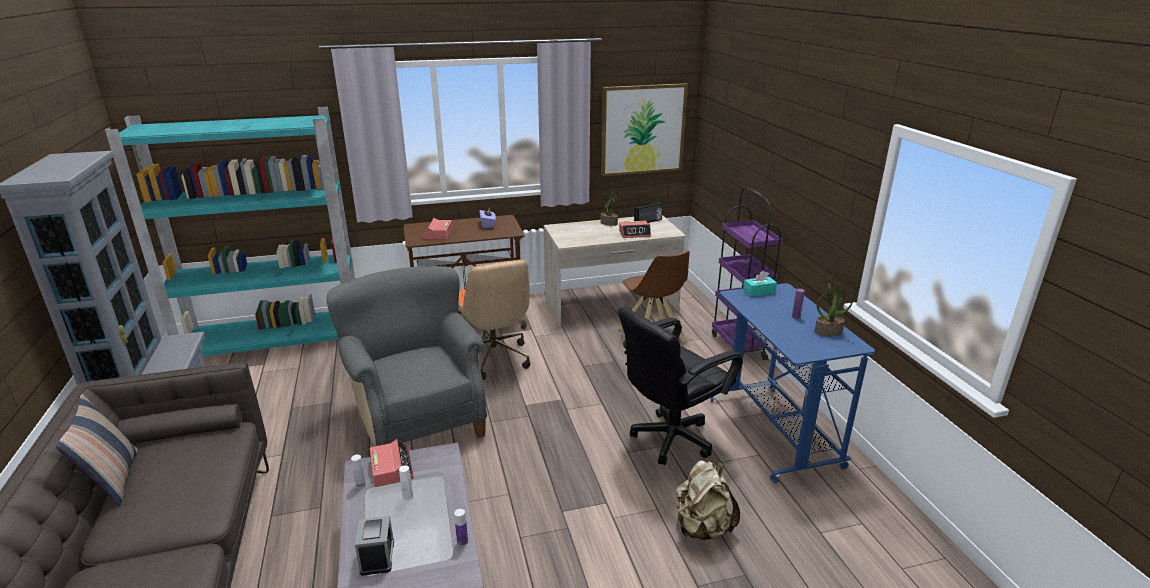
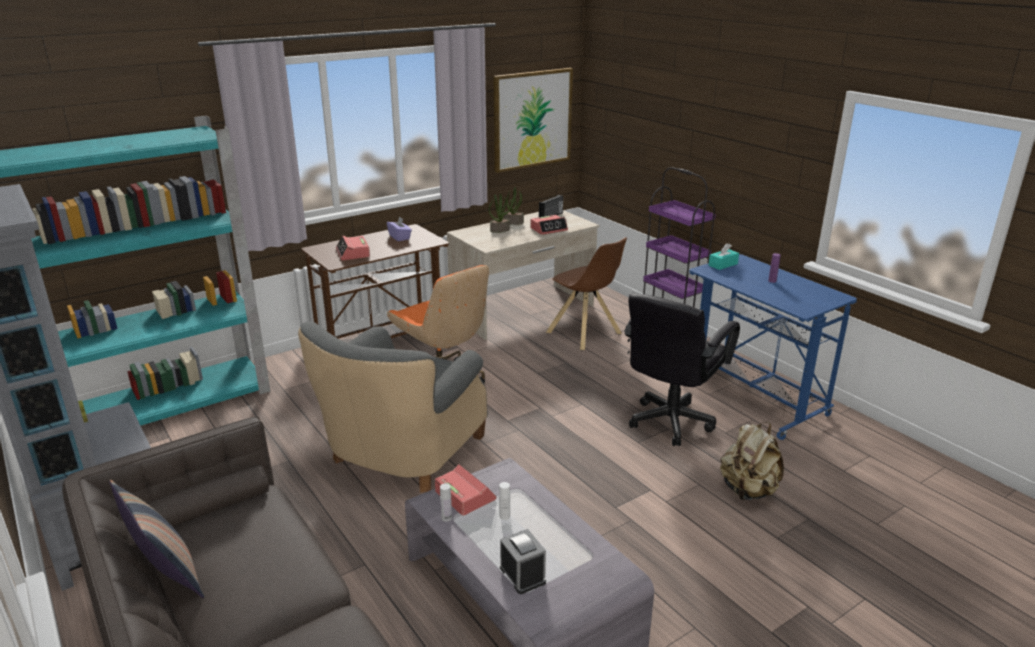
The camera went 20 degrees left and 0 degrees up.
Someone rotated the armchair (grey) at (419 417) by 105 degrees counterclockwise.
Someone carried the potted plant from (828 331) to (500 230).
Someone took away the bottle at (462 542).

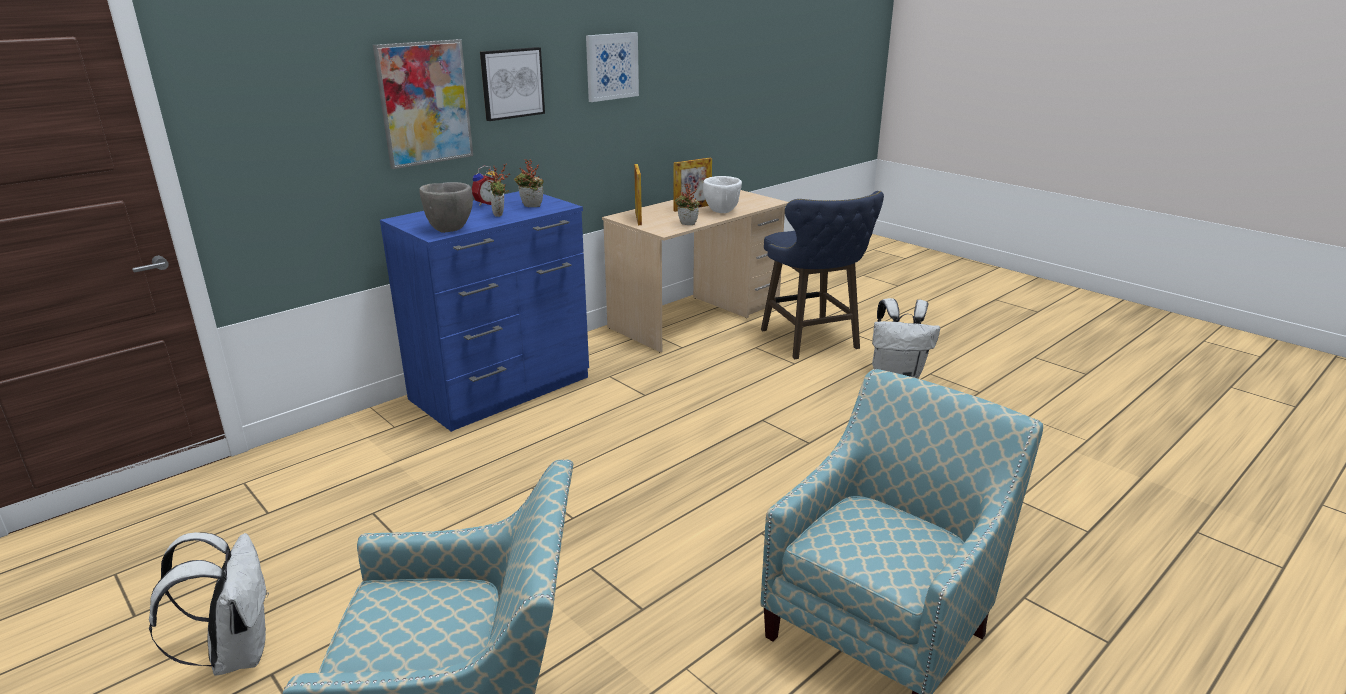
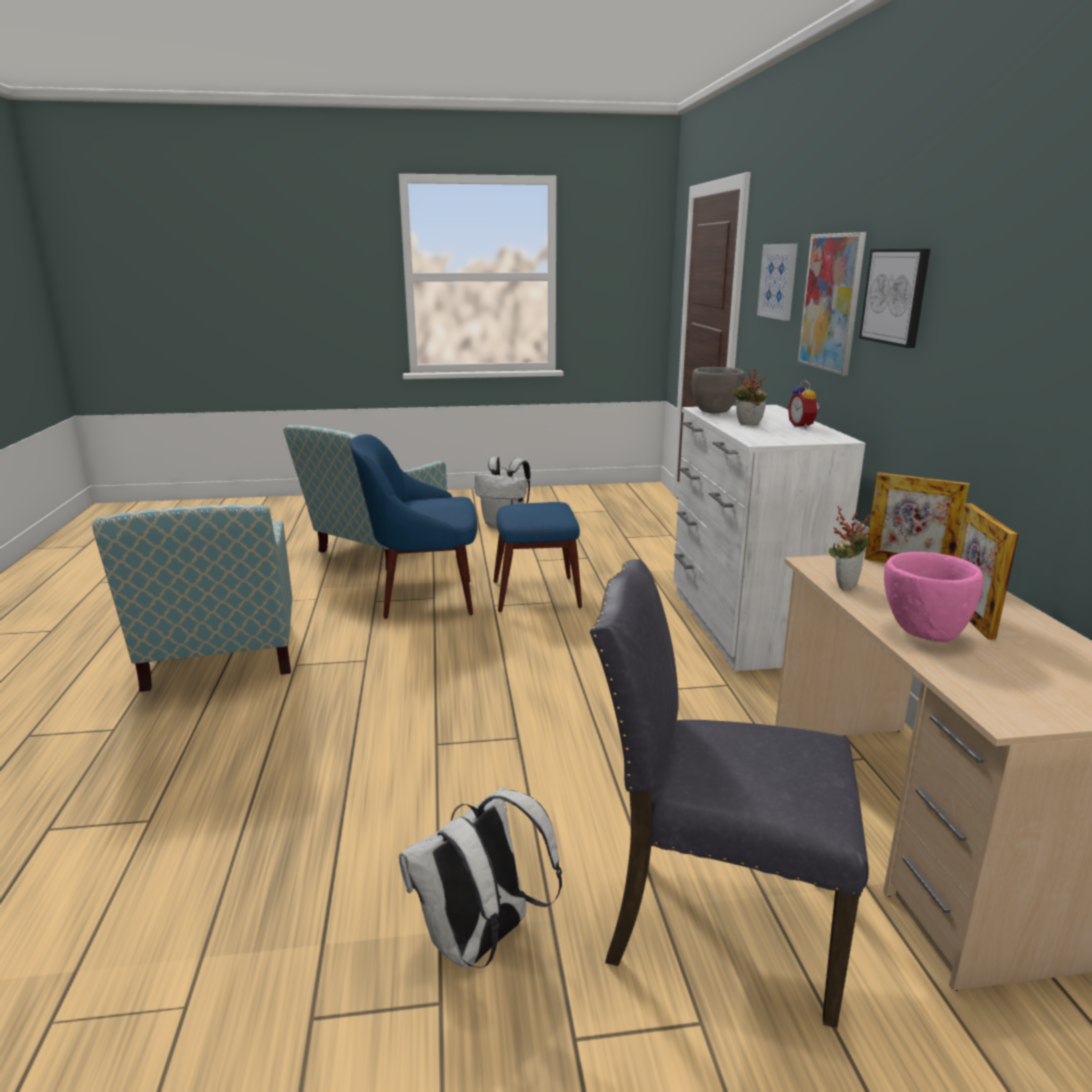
The camera went 125 degrees right and 5 degrees down.
Someone put down the armchair (blue) at (466 598).
Someone swapped the stool (blue) at (811 341) for the chair (grey) at (714 923).
Someone repainted the dresser (blue) at (503 389), which became the dresser (white) at (744 626).
Someone carried the picture from (611 66) to (778 281).
Someone repainted the bowl (white) at (721 212), which became the bowl (pink) at (922 632).
Someone took away the potted plant at (530 207).

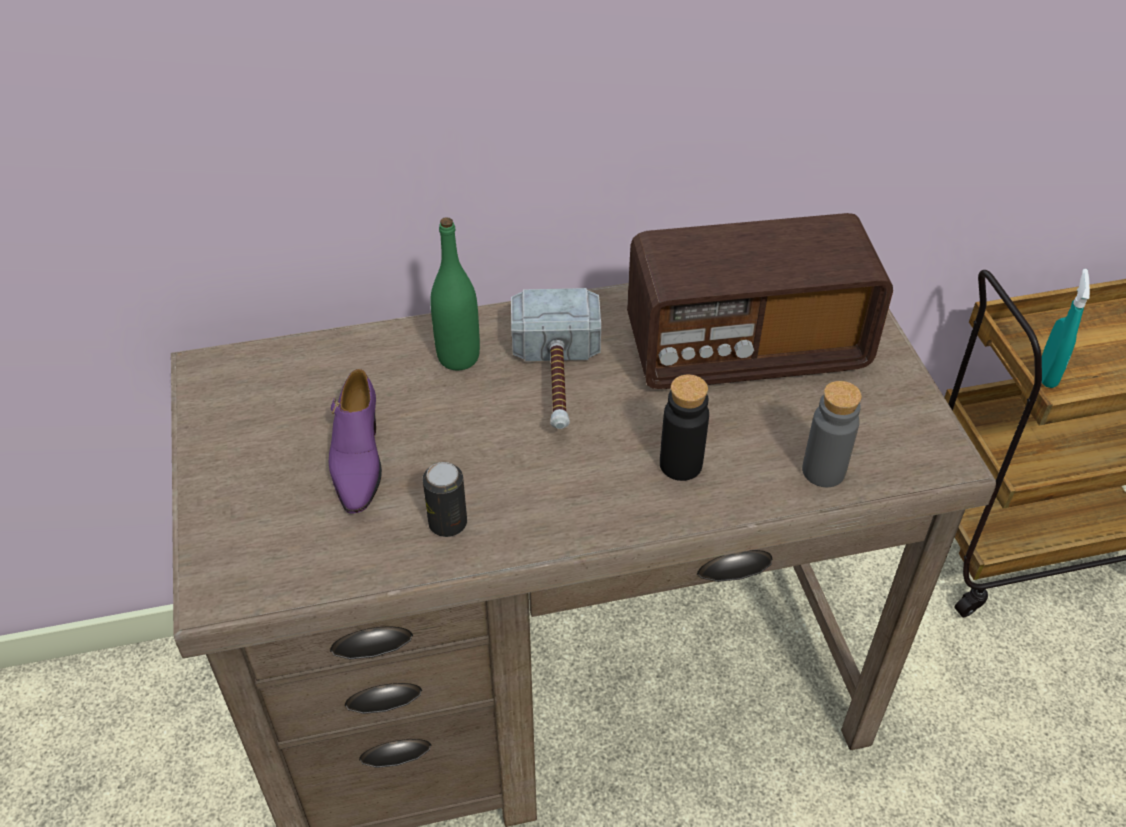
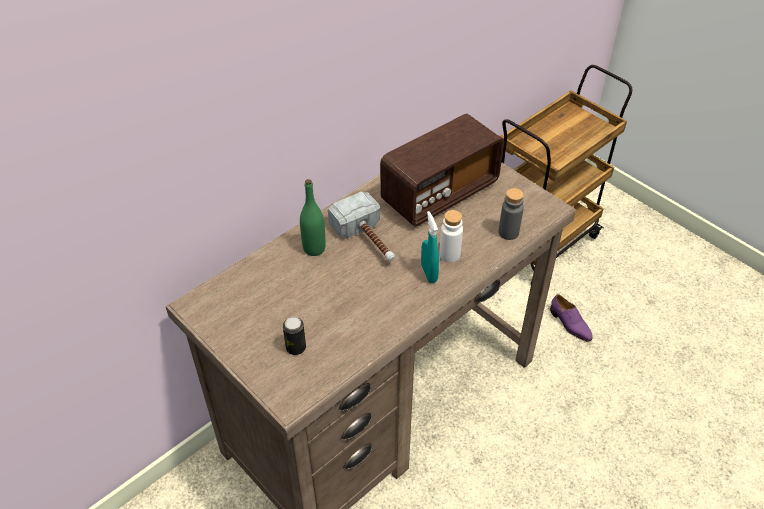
The camera went 30 degrees left and 0 degrees up.
Someone carried the can from (447 523) to (296 347).
Someone carried the spray bottle (turquoise) from (1048 373) to (429 273).
Someone repainted the bottle (black) at (680 464), which became the bottle (white) at (449 255).
Someone carried the shoe (purple) from (357 459) to (570 324).

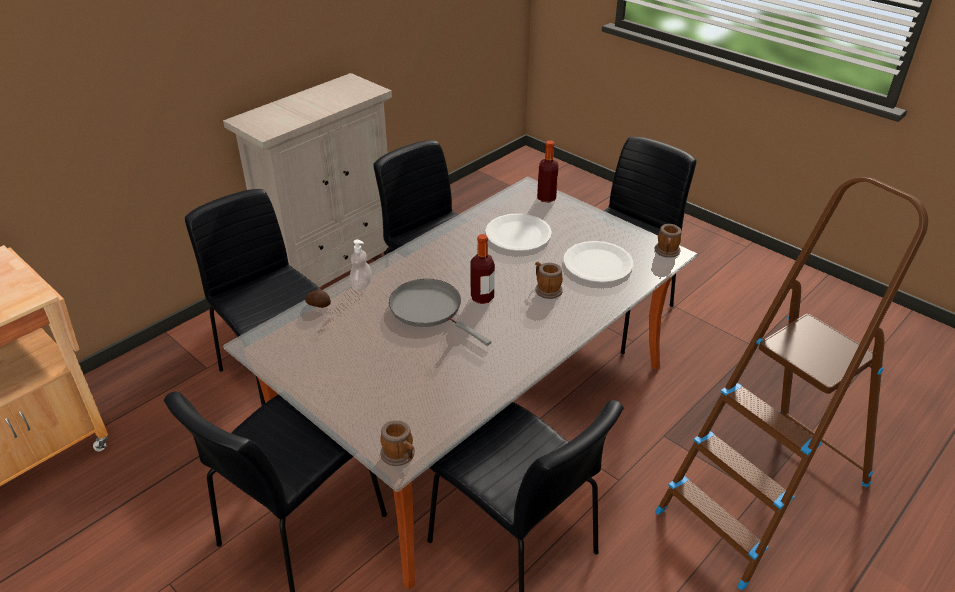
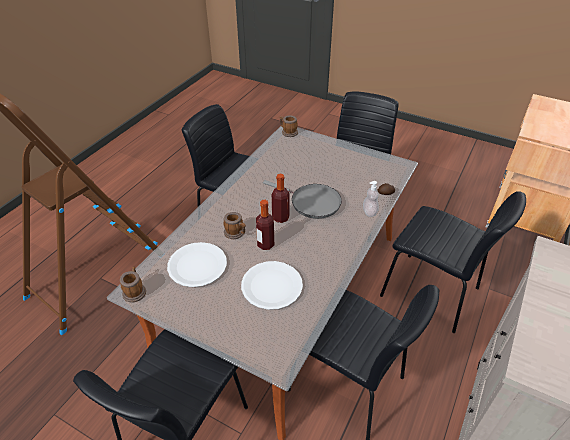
The camera went 165 degrees right and 5 degrees up.
Someone carried the bottle from (546 198) to (265 244).

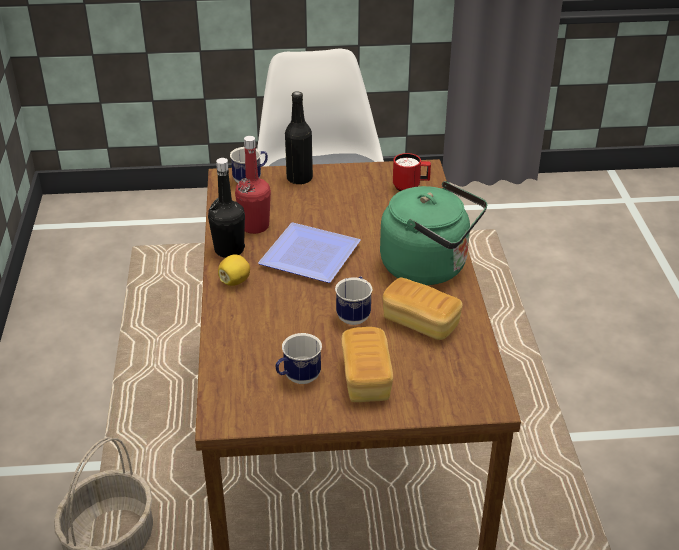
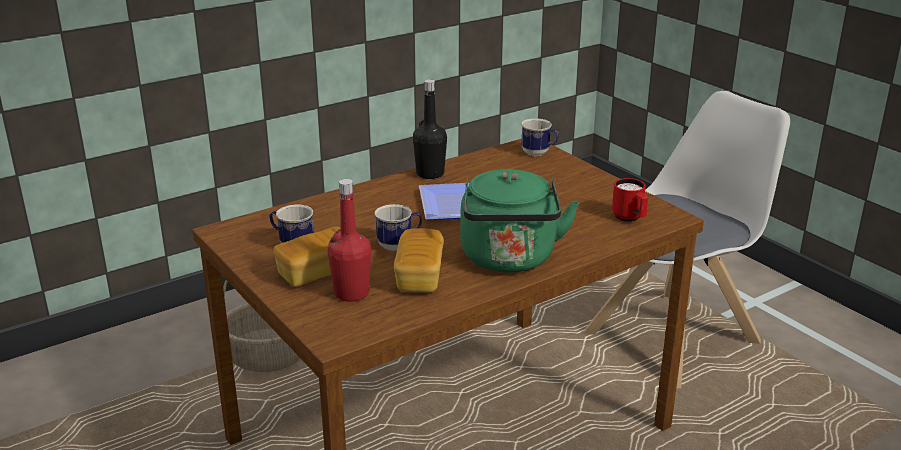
The camera went 60 degrees right and 10 degrees down.
Someone carried the bottle (red) from (255 226) to (351 293).
Someone took away the lemon at (235 281).
Someone took away the bottle (black) at (299 178).

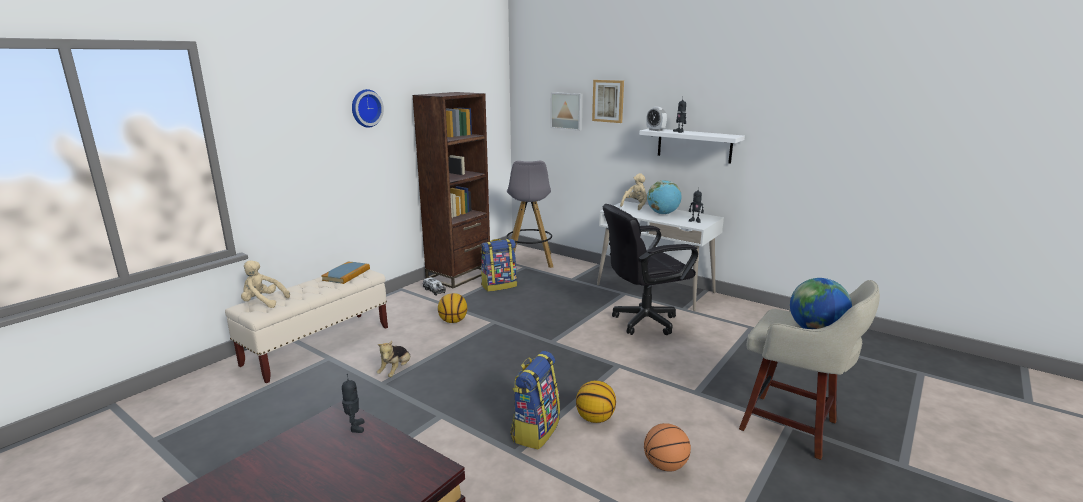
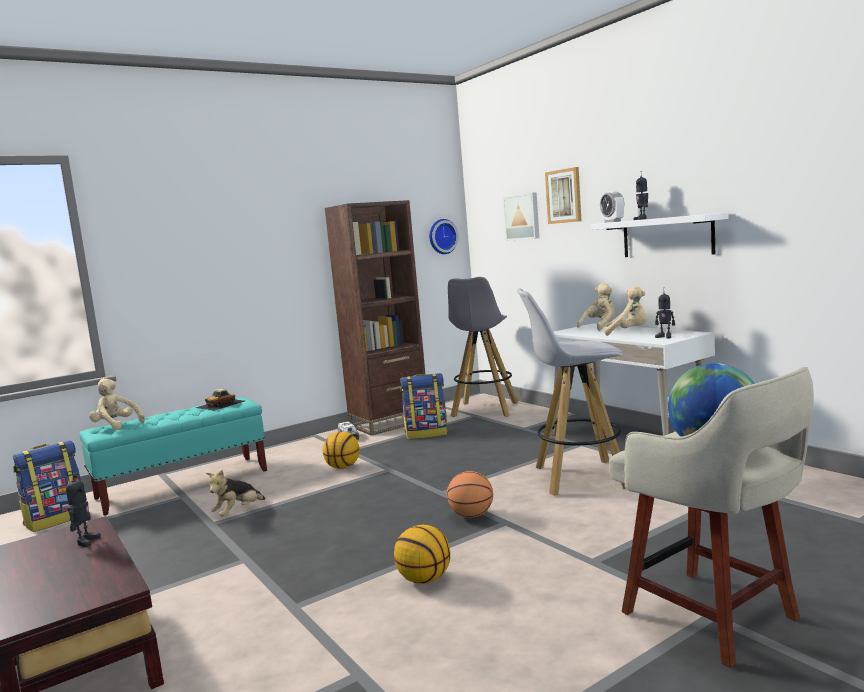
The camera went 20 degrees right and 10 degrees down.
Someone carried the backpack from (535 430) to (56 519).
Someone repainted the bench (beige) at (318 346), which became the bench (turquoise) at (183 485).
Someone swapped the book at (346 274) for the toy car at (221 404).
Someone carried the wall clock from (365 108) to (442 236).
Someone carried the basketball from (665 465) to (471 516).
Someone swapped the office chair (black) at (642 323) for the stool (white) at (578 478).
Someone swapped the globe at (663 213) for the plush toy (beige) at (628 332).

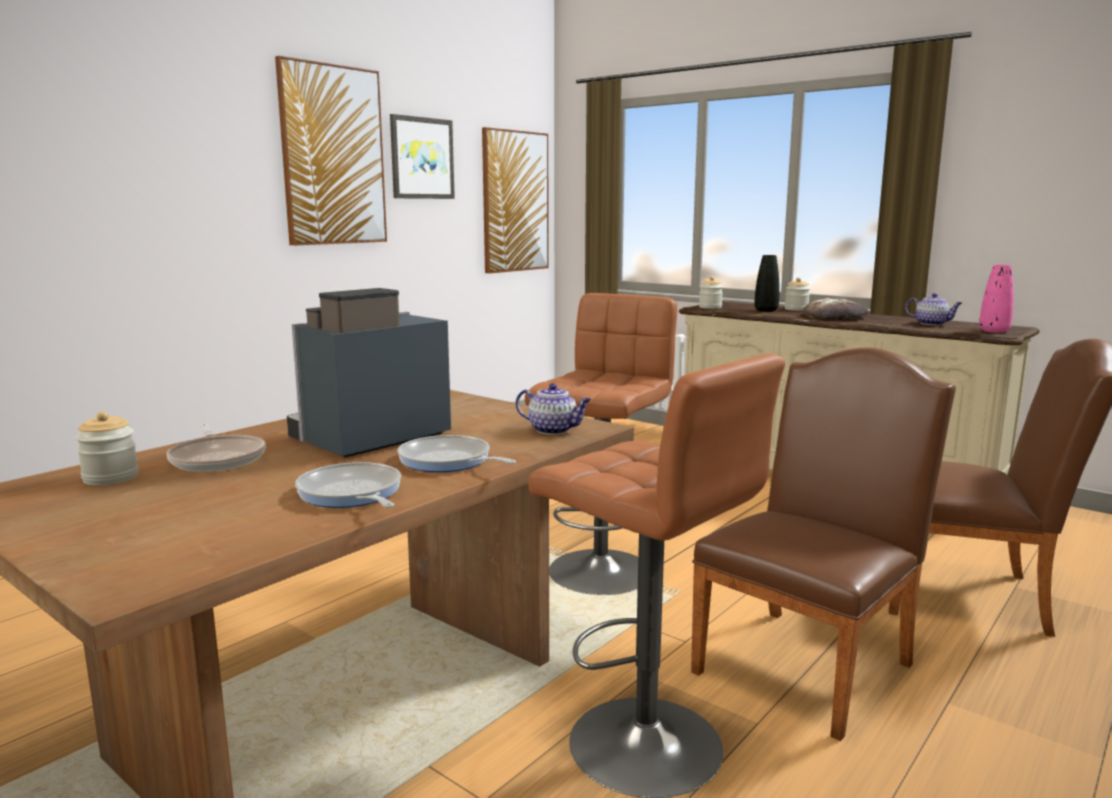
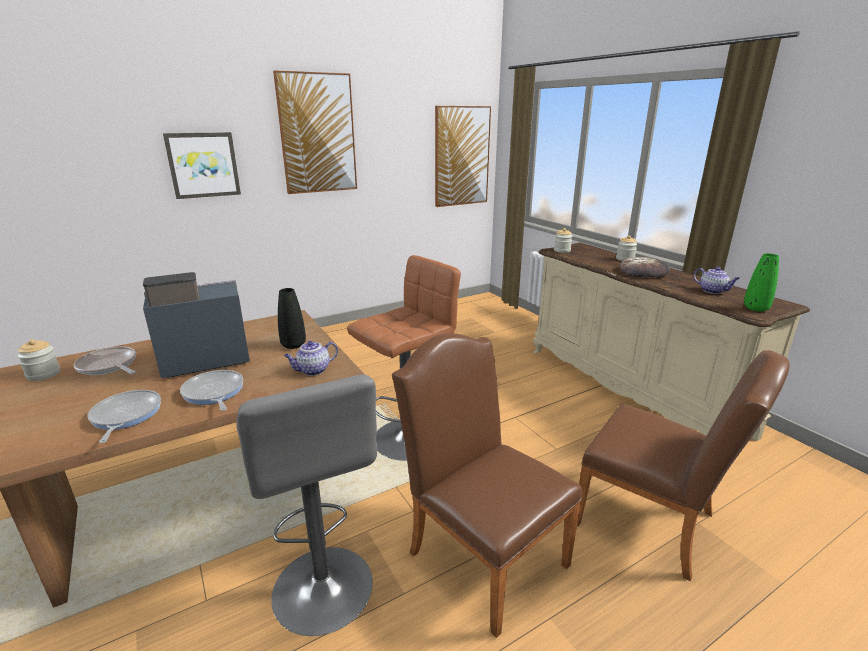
The camera went 20 degrees right and 10 degrees up.
Someone rotated the frying pan at (218 459) by 135 degrees clockwise.
Someone carried the picture from (421 158) to (203 165).
Someone repainted the stool (brown) at (645 746), which became the stool (grey) at (322 589).
Someone carried the vase (black) from (766 310) to (293 345).
Someone rotated the teapot at (554 430) by 105 degrees clockwise.
Someone rotated the chair (brown) at (810 662) by 105 degrees counterclockwise.
Someone repainted the vase (pink) at (994 331), which became the vase (green) at (755 308).

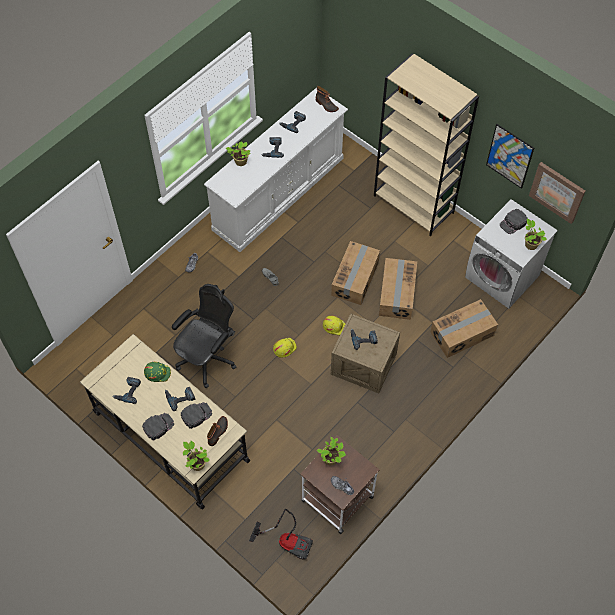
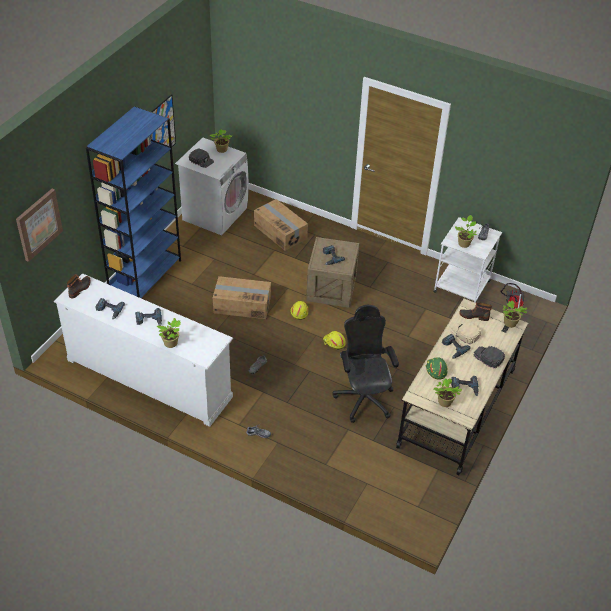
The camera went 105 degrees left and 15 degrees down.
Someone carried the picture from (557 192) to (38 224).
Someone repainted the bookcase (beige) at (414 204), which became the bookcase (blue) at (145 275).
Someone rotated the office chair at (208 357) by 60 degrees clockwise.
Someone repainted the cart (brown) at (337 500), which became the cart (white) at (462 287).
Someone put down the potted plant at (444 402).
Someone repainted the cap (black) at (196 415), which became the cap (beige) at (465 333).
Someone took away the cardboard box at (396 294).

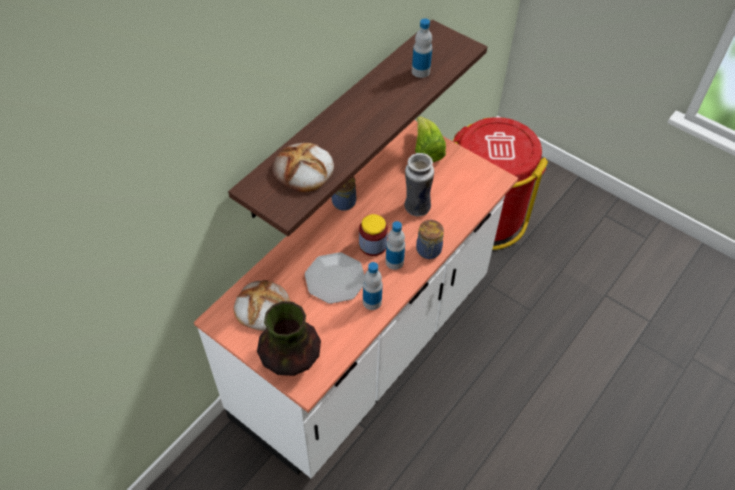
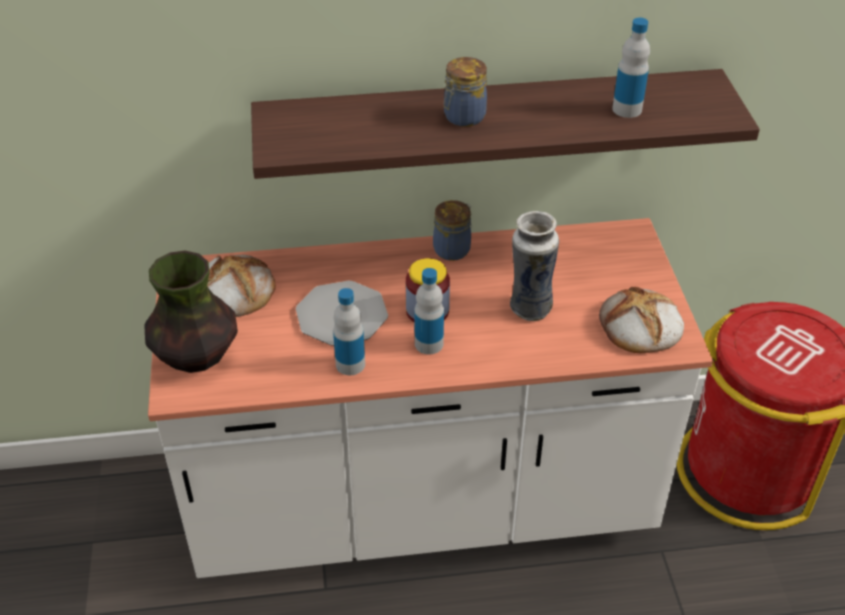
The camera went 45 degrees right and 10 degrees down.
Someone carried the jar from (428 251) to (463 117).
Someone carried the bread from (303 171) to (639 326).
Someone took away the lettuce at (427 151).

